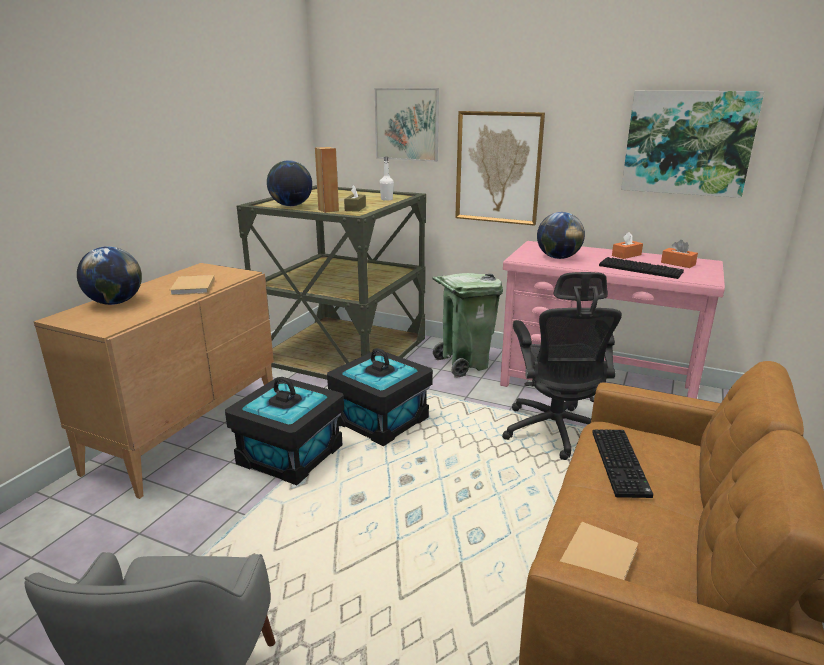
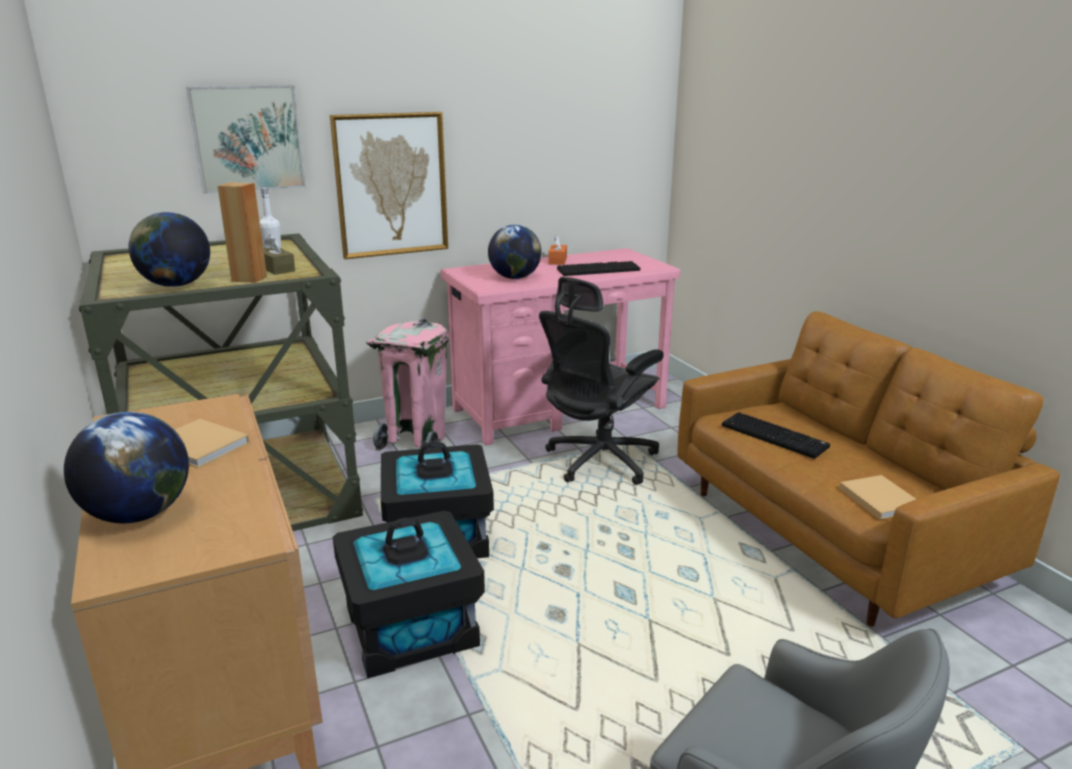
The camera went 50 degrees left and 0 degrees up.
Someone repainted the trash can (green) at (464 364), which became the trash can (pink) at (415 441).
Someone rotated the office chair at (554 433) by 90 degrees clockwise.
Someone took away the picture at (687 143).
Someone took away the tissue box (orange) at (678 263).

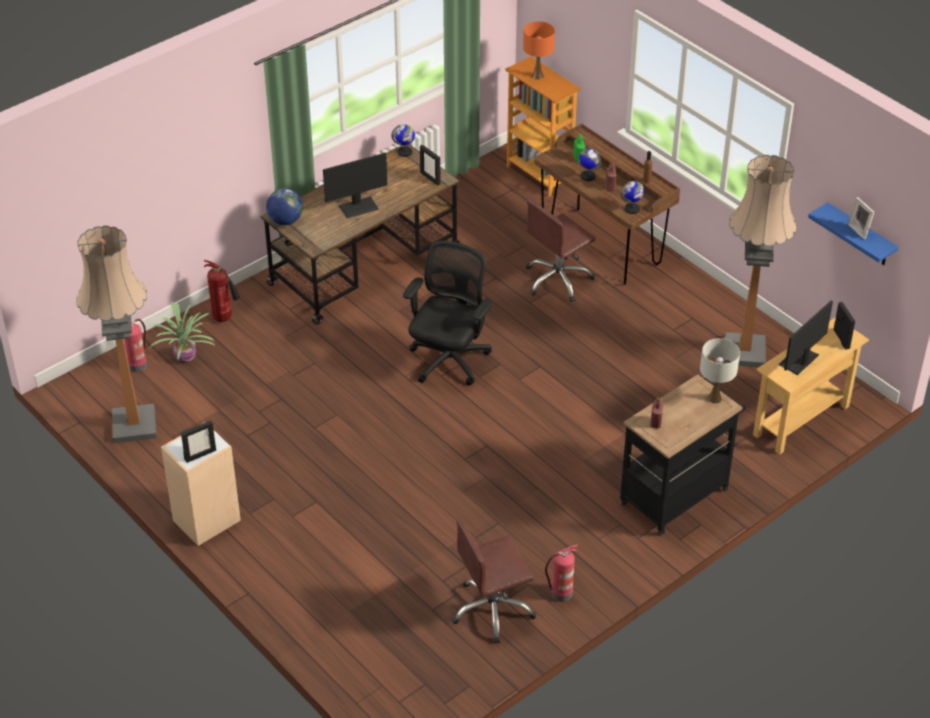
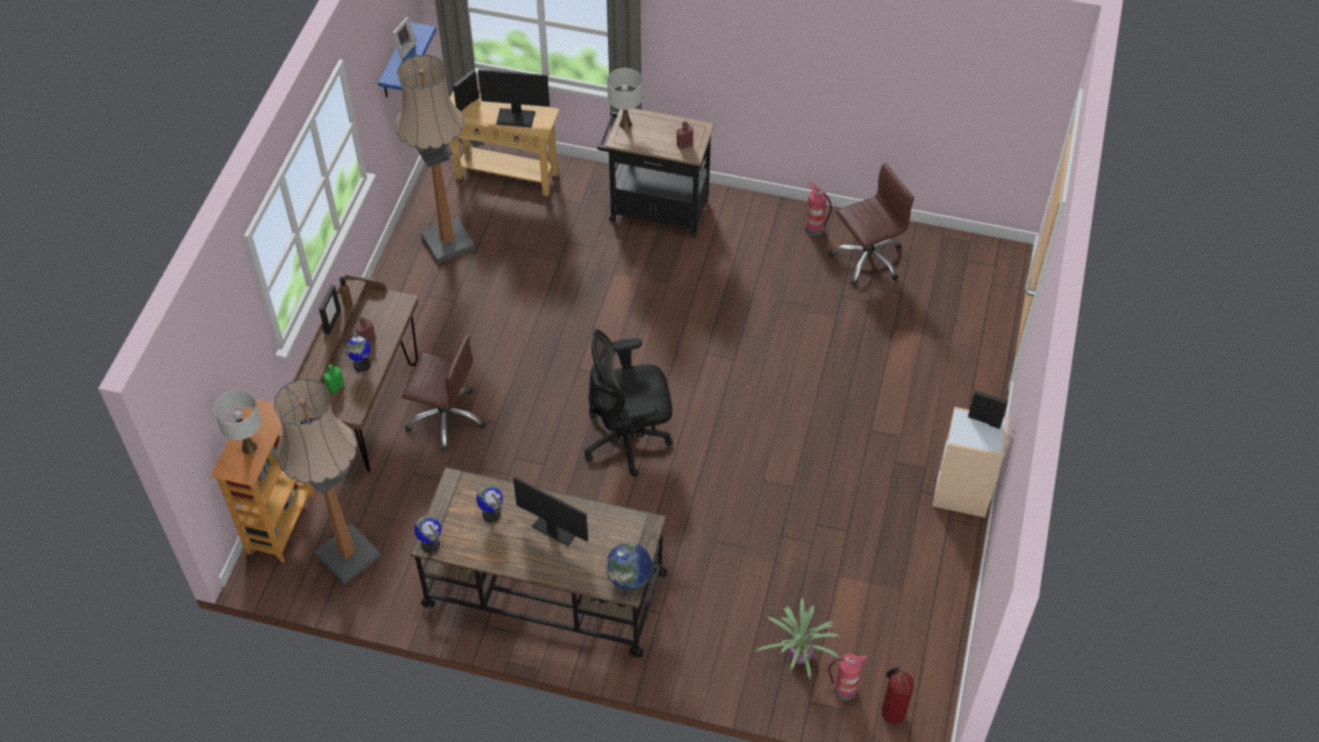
The camera went 125 degrees left and 10 degrees up.
Someone repainted the table lamp (orange) at (537 76), which became the table lamp (white) at (249 447).
Someone carried the floor lamp from (134 425) to (347 555).
Someone carried the picture frame from (430 178) to (332 321).
Someone carried the globe from (632 209) to (491 514).
Someone rotated the office chair (brown) at (492 610) by 60 degrees counterclockwise.
Someone carried the fire extinguisher from (225 318) to (891 712).

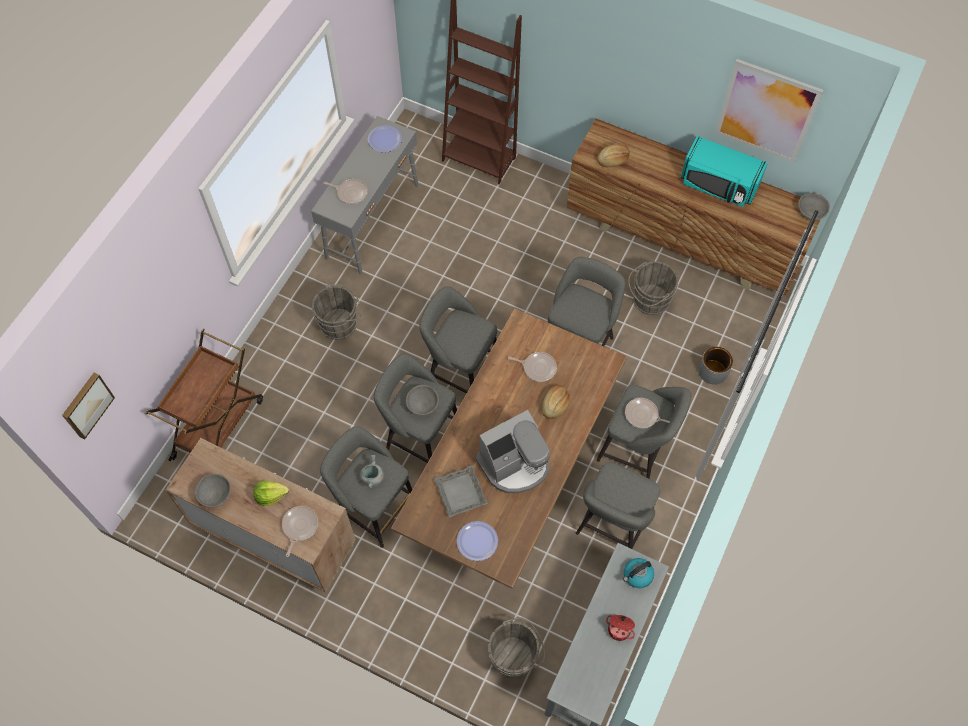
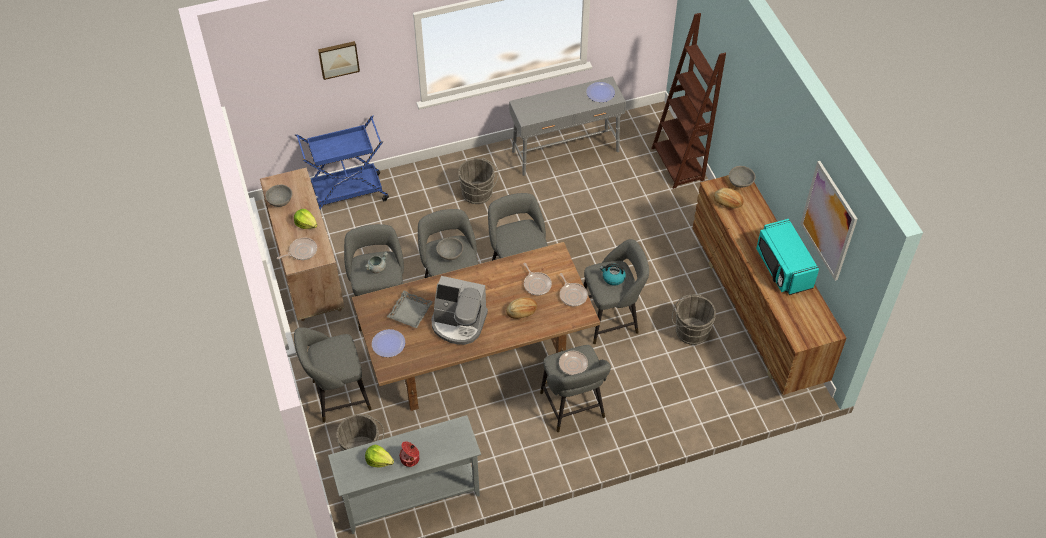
The camera went 45 degrees right and 10 degrees down.
Someone carried the stool (grey) from (612 526) to (337 396).
Someone repainted the cart (brown) at (219 428), which became the cart (blue) at (347 196).
Someone carried the picture from (86 404) to (338 59).
Someone put down the lettuce at (379 460).
Someone carried the frying pan from (350 193) to (572 295).
Someone carried the kettle from (637 575) to (613 278).
Someone carried the bowl (grey) from (810 212) to (740 182).
Someone took away the planter (grey) at (713 372).

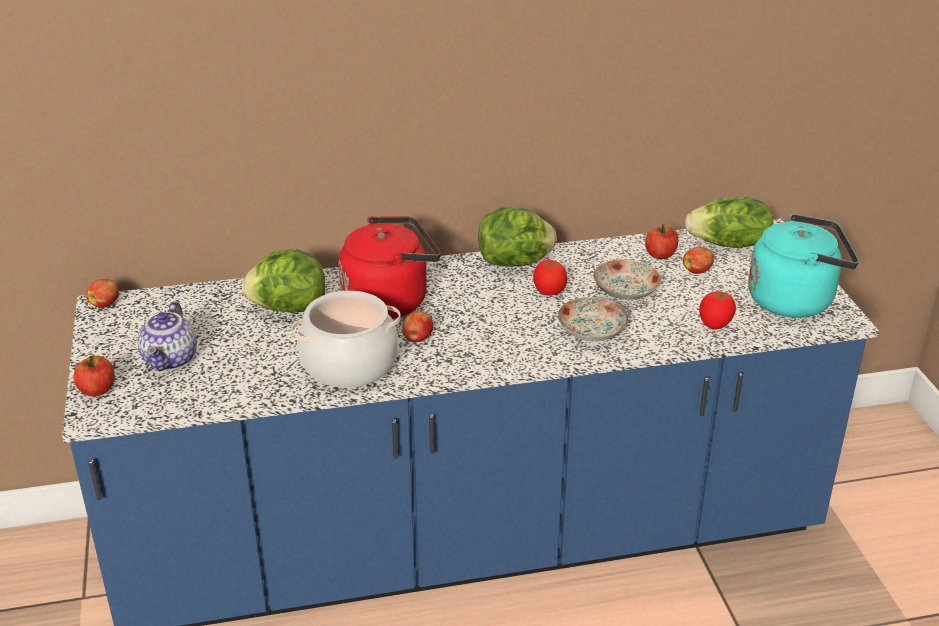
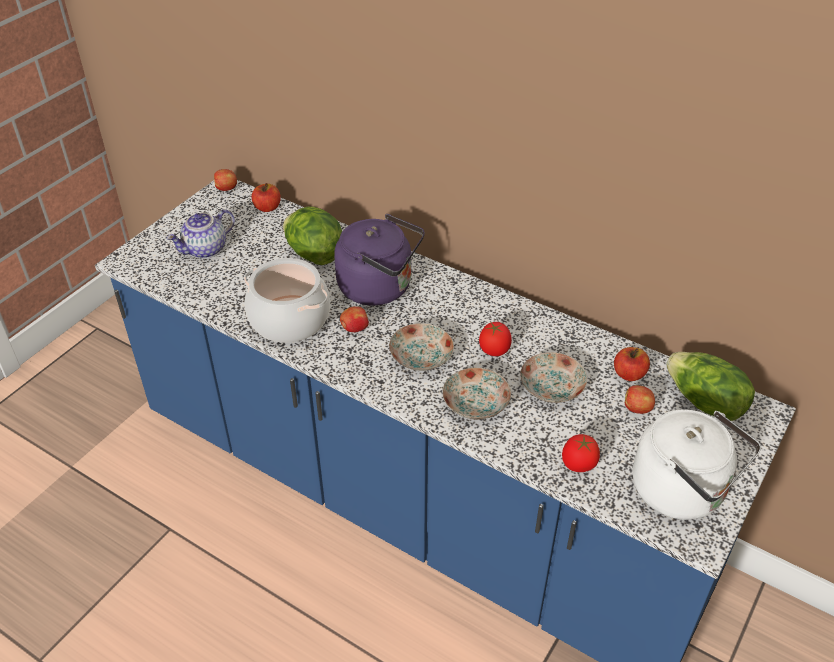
The camera went 45 degrees right and 10 degrees up.
Someone carried the apple from (97 390) to (267 207).
Someone repainted the kettle (red) at (390 300), which became the kettle (purple) at (380 287).
Someone put down the plate at (420 357).
Someone repainted the kettle (turquoise) at (795 300), which became the kettle (white) at (683 492).
Someone took away the lettuce at (515 262).

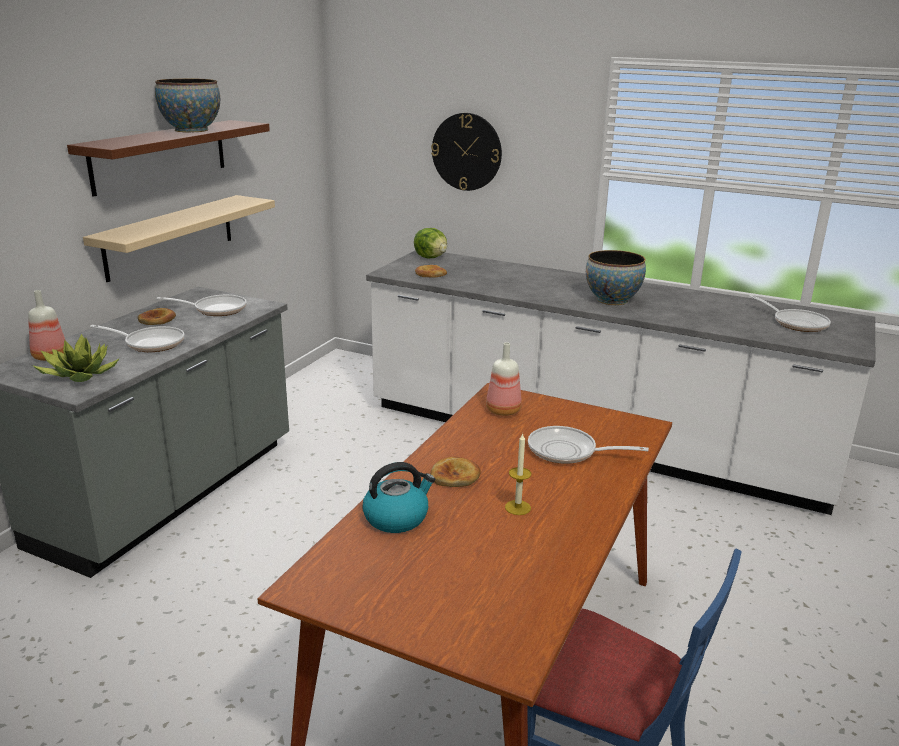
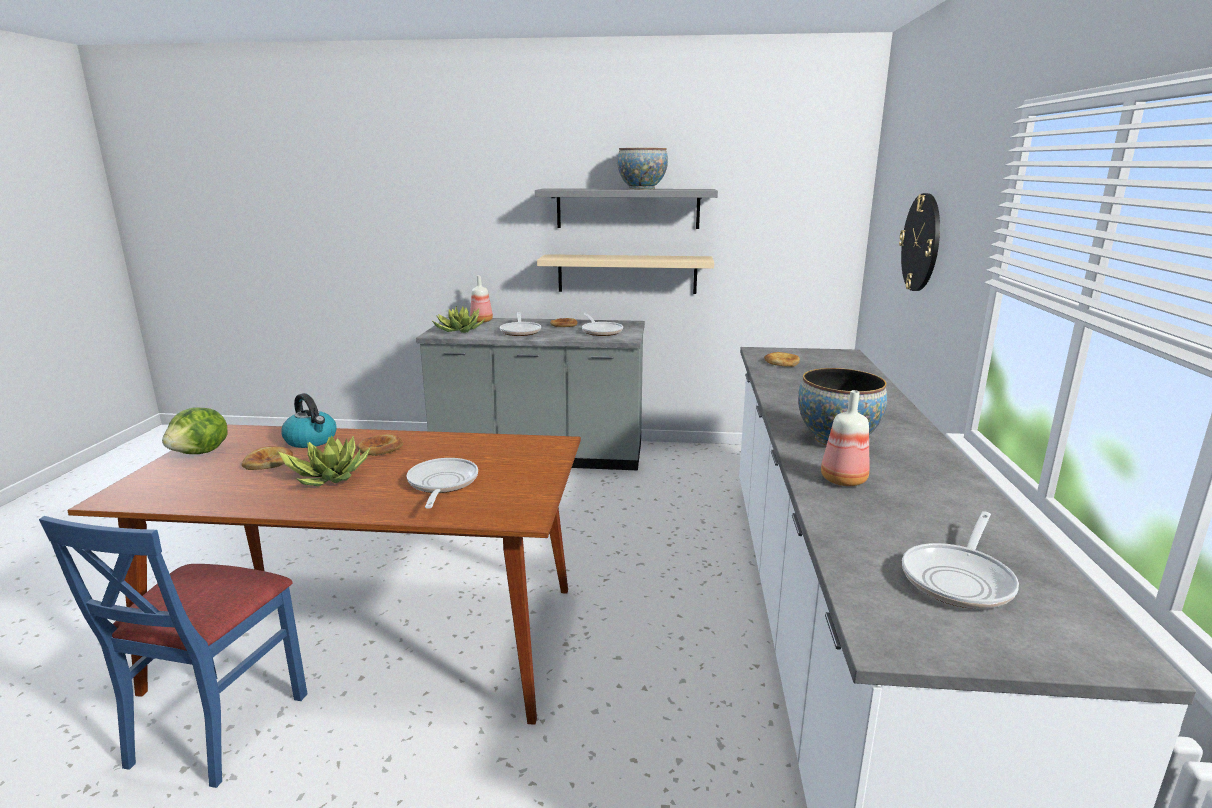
The camera went 70 degrees right and 5 degrees down.
Someone carried the lettuce from (431 257) to (201 453).
Someone put down the bread at (268 462).
Someone swapped the candle at (517 507) for the potted plant at (329 476).
Someone repainted the shelf (brown) at (160 156), which became the shelf (grey) at (627 208).
Someone carried the bottle from (504 411) to (843 480).

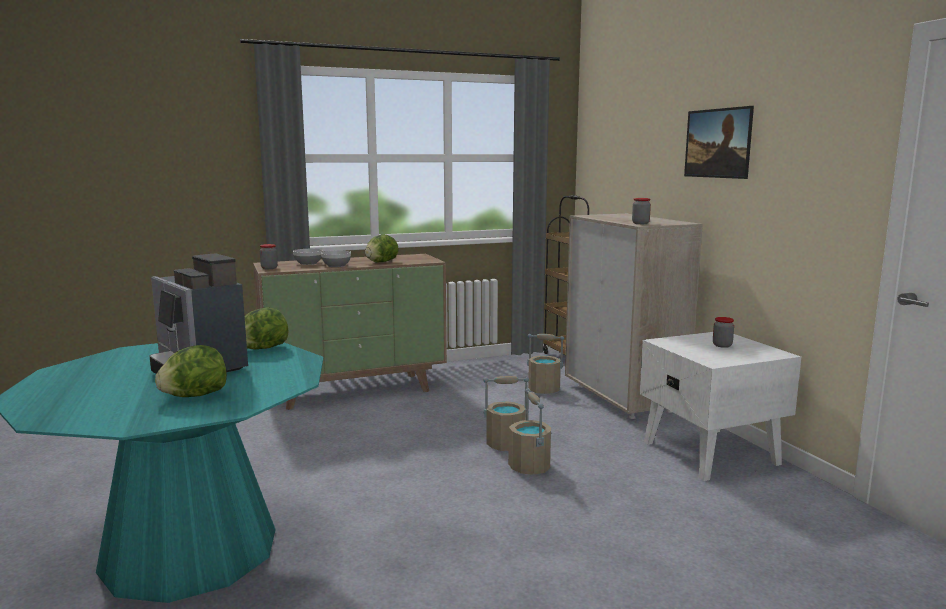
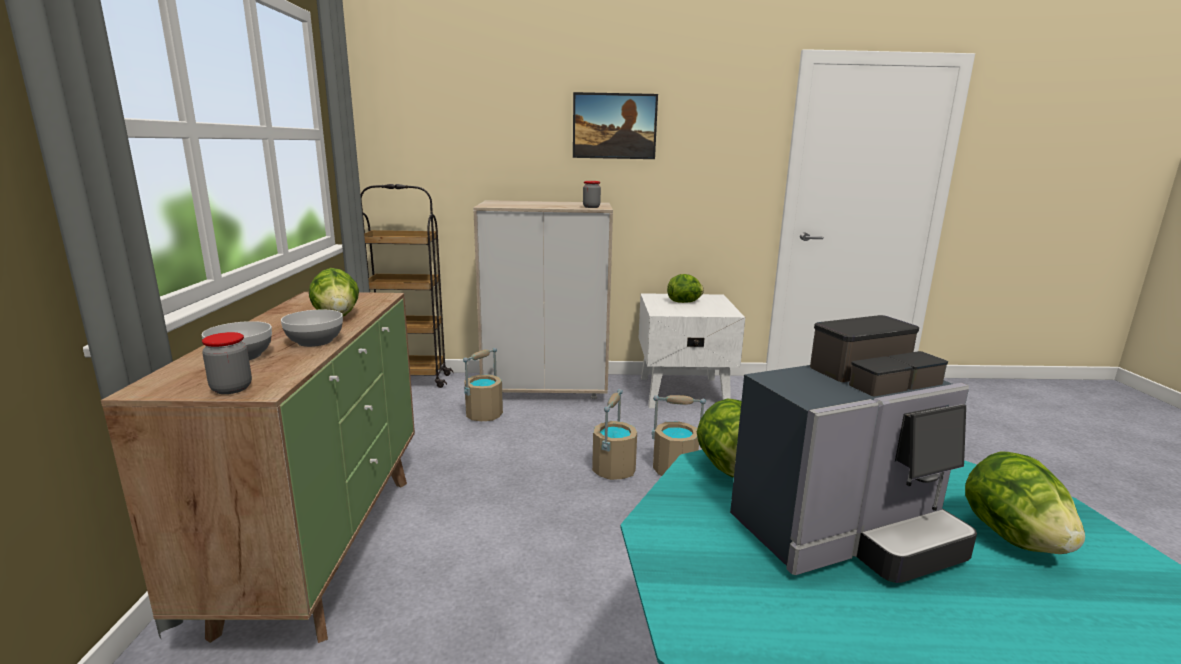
The camera went 70 degrees left and 5 degrees up.
Someone swapped the jar at (722 345) for the lettuce at (684 302).

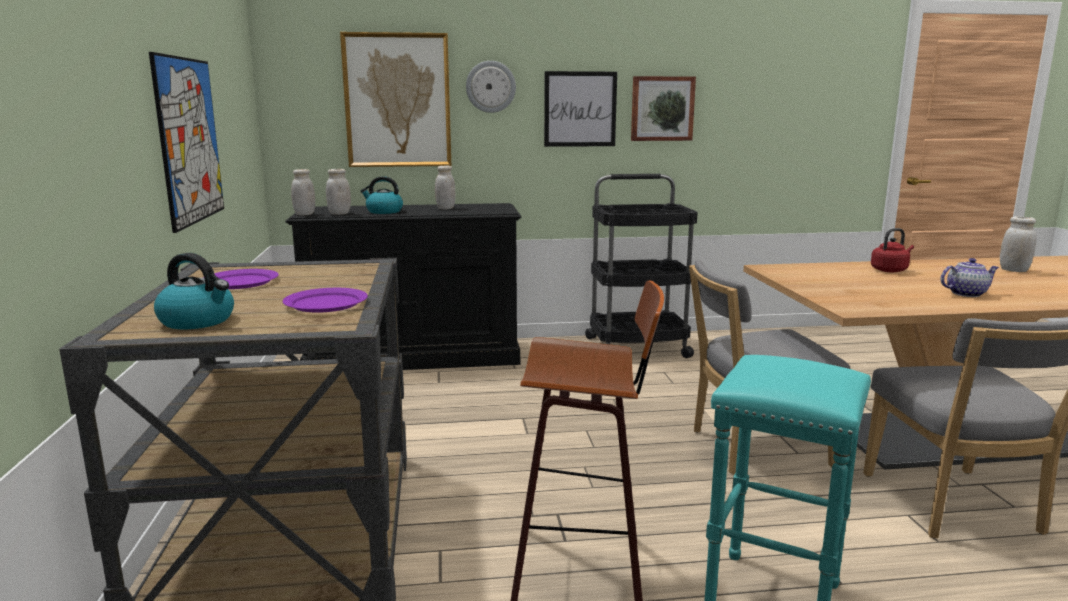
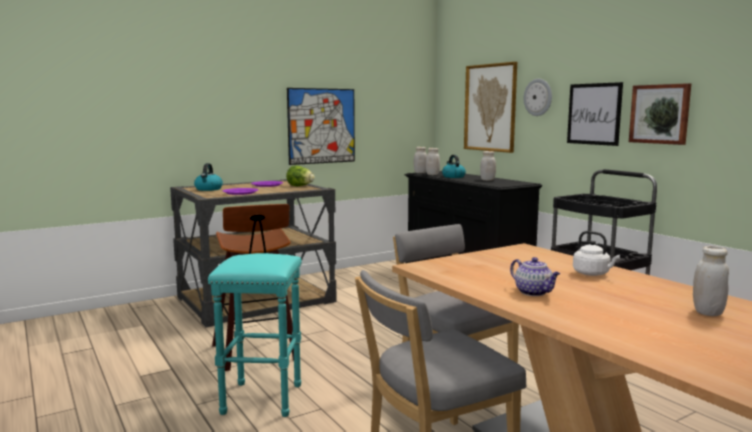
The camera went 65 degrees right and 5 degrees down.
Someone put down the lettuce at (300 186).
Someone repainted the kettle (red) at (890 270), which became the kettle (white) at (593 274).

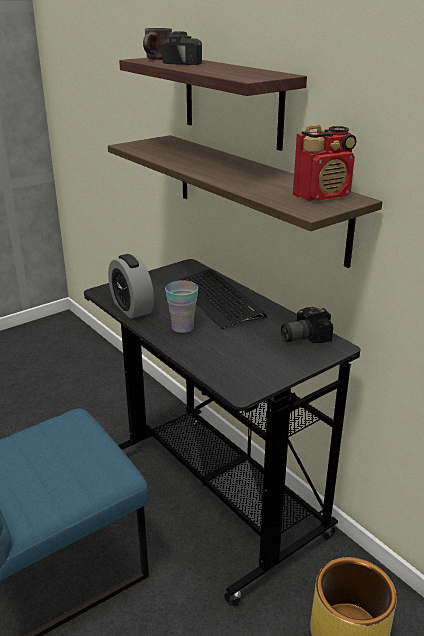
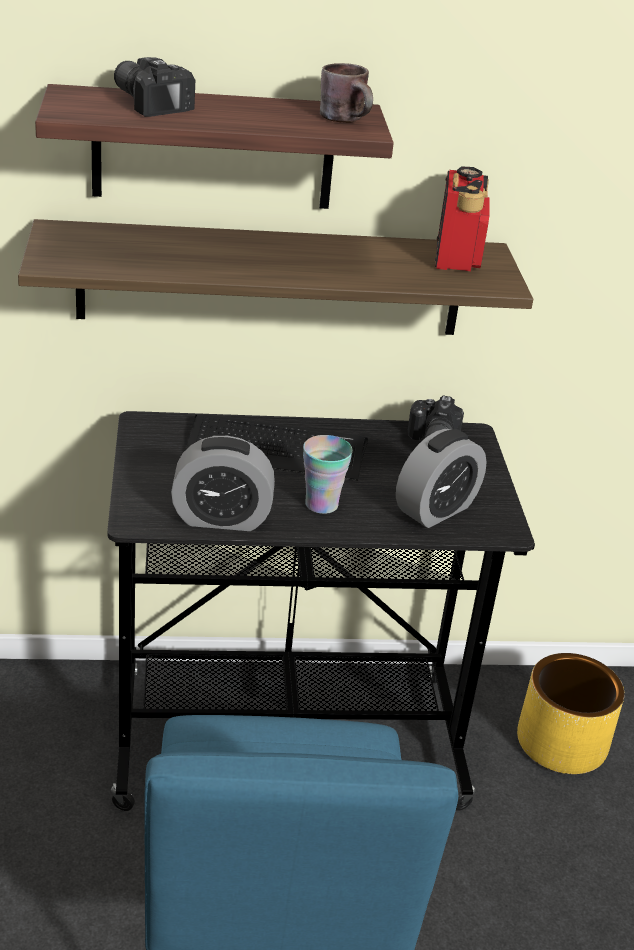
The camera went 60 degrees left and 5 degrees up.
Someone carried the mug (brown) from (158 59) to (349 119).
Someone put down the alarm clock at (436 509).

